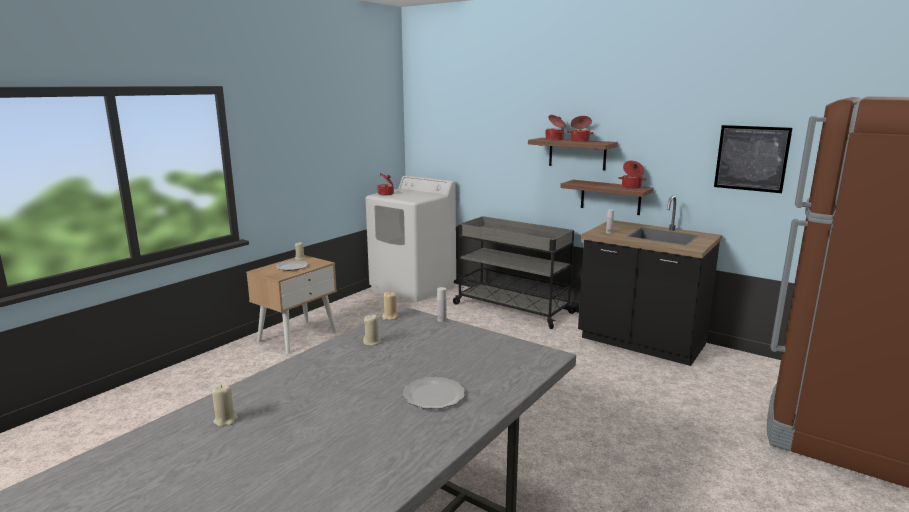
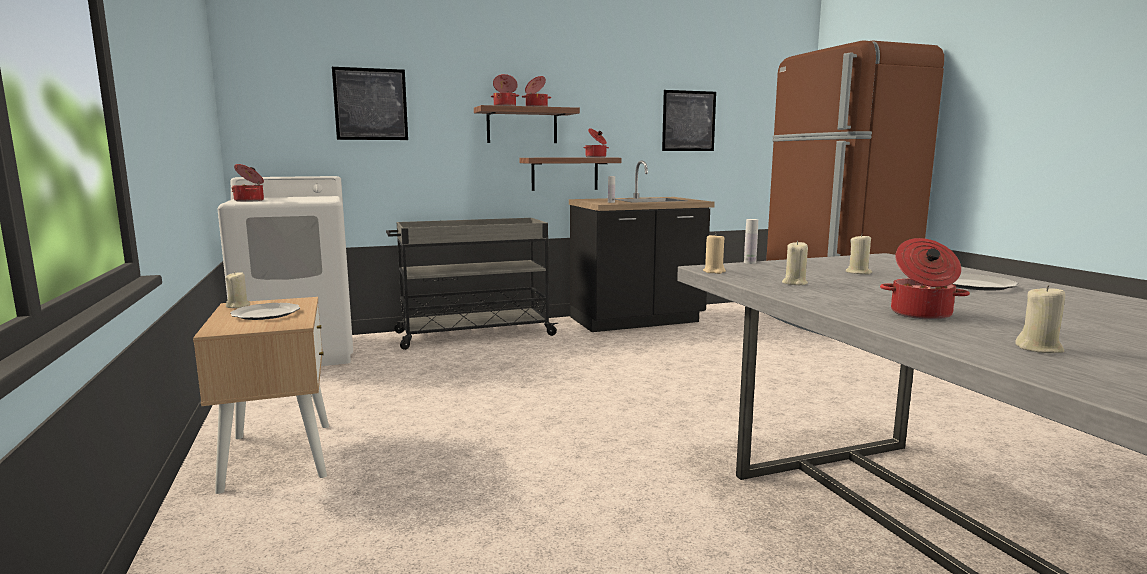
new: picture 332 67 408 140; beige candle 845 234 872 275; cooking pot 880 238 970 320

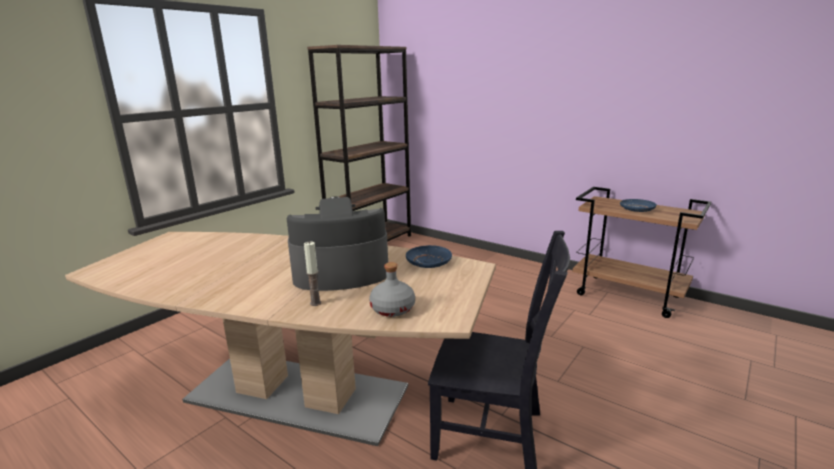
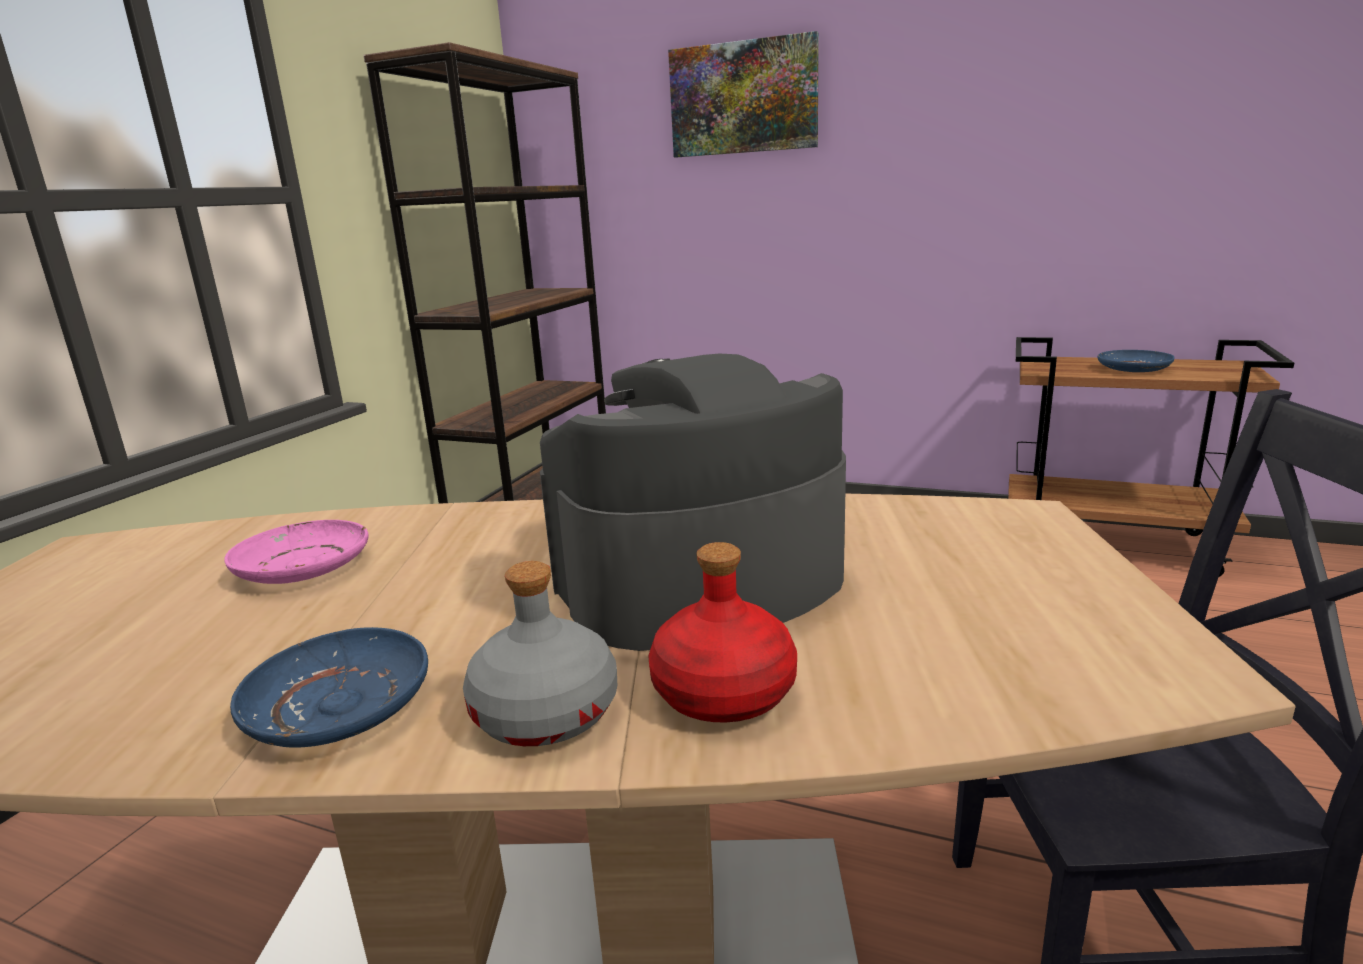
new: pink plate 224 520 369 584; picture 668 31 819 157
shifted: grey bottle 369 262 415 317 to 463 561 617 746; blue plate 406 245 452 268 to 230 627 428 748
swapped: candle 304 241 321 306 to red bottle 649 542 797 723

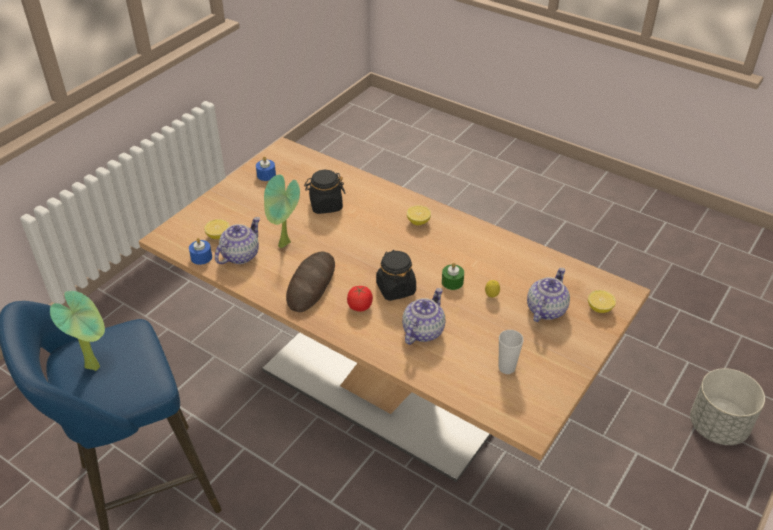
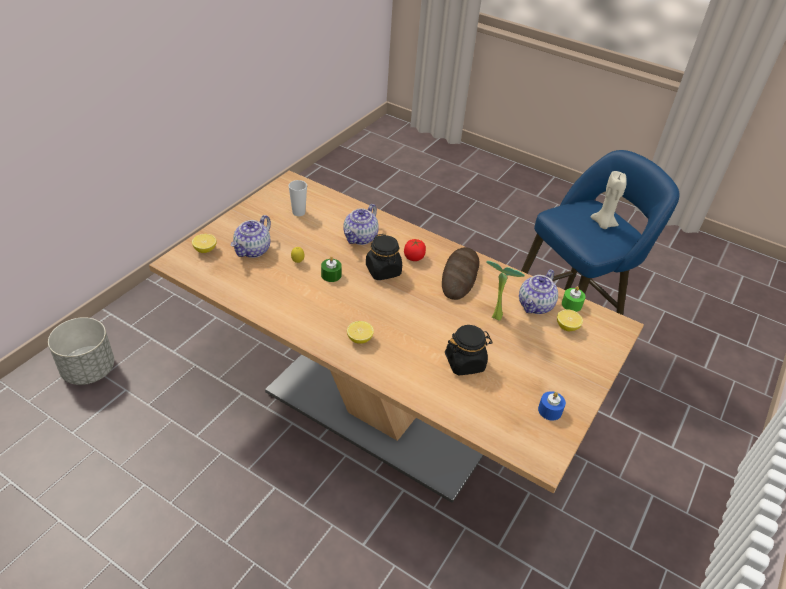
swapped: potted plant 50 291 105 371 to beige candle 591 171 626 229
repainted: blue candle 189 238 212 265 to green candle 562 286 586 312

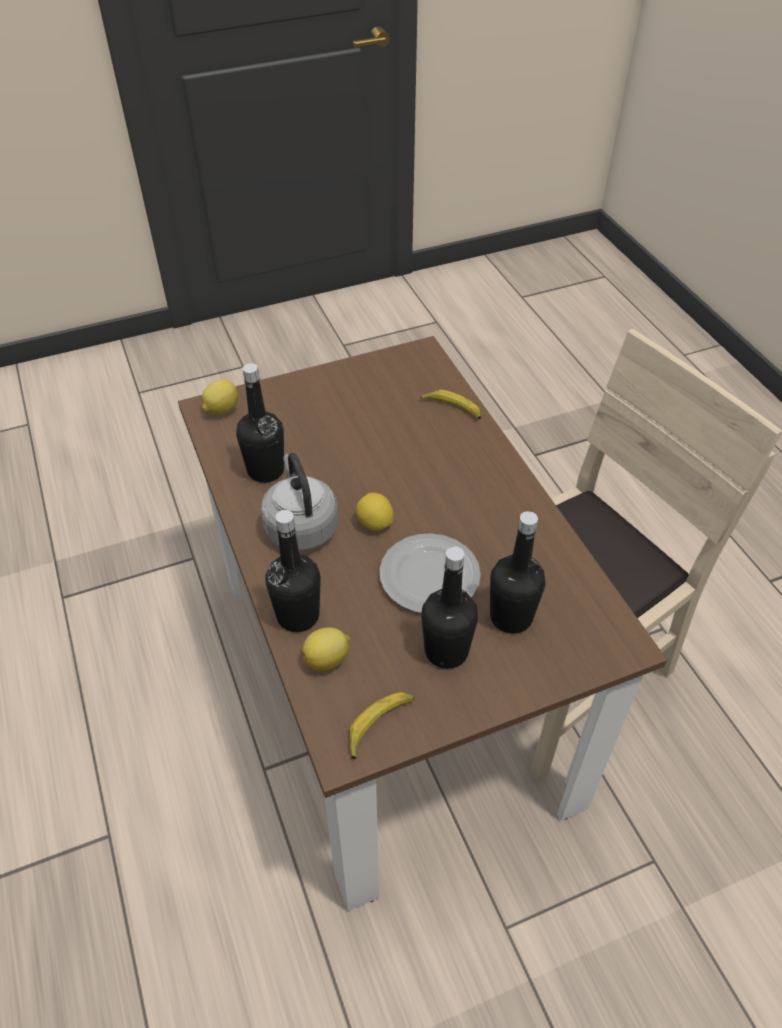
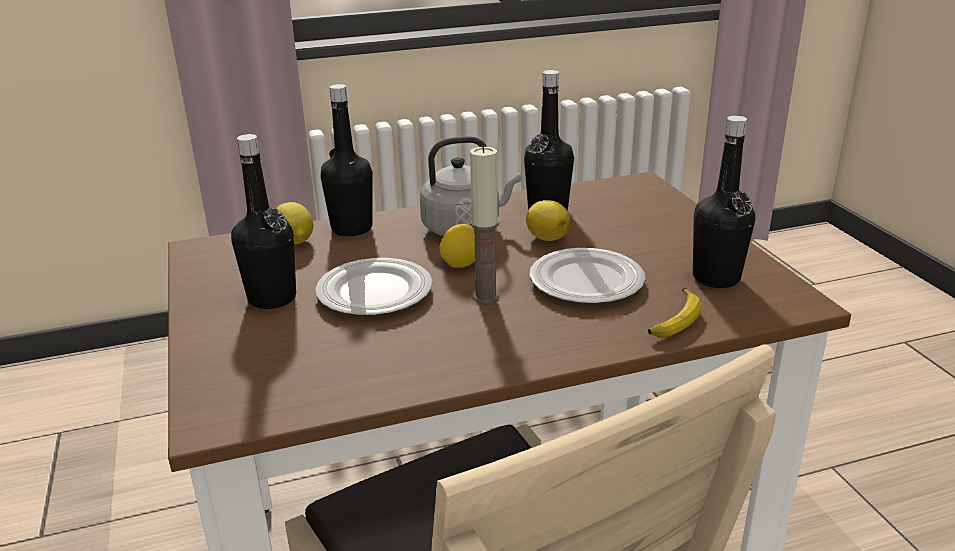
gone: banana 350 692 414 759
new: candle 470 146 499 304; plate 529 248 646 304
shifted: lemon 202 379 238 415 to 526 200 570 241; black bottle 490 511 545 634 to 693 116 755 288

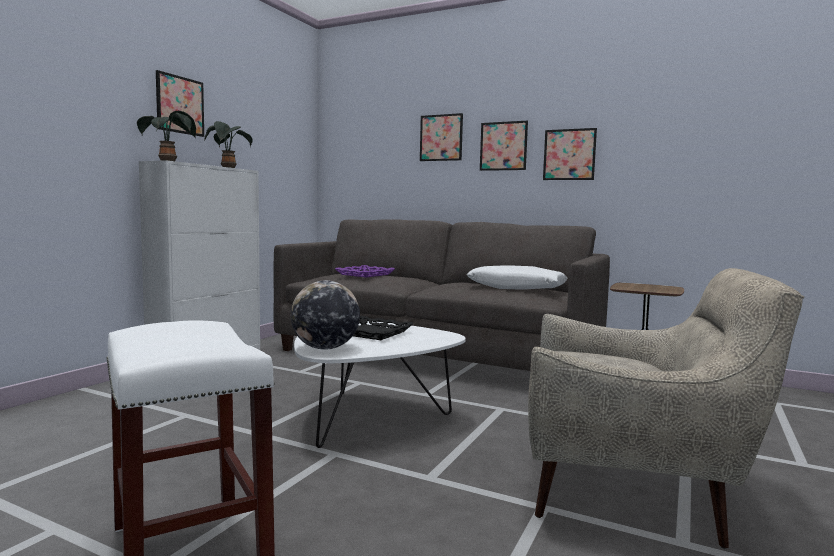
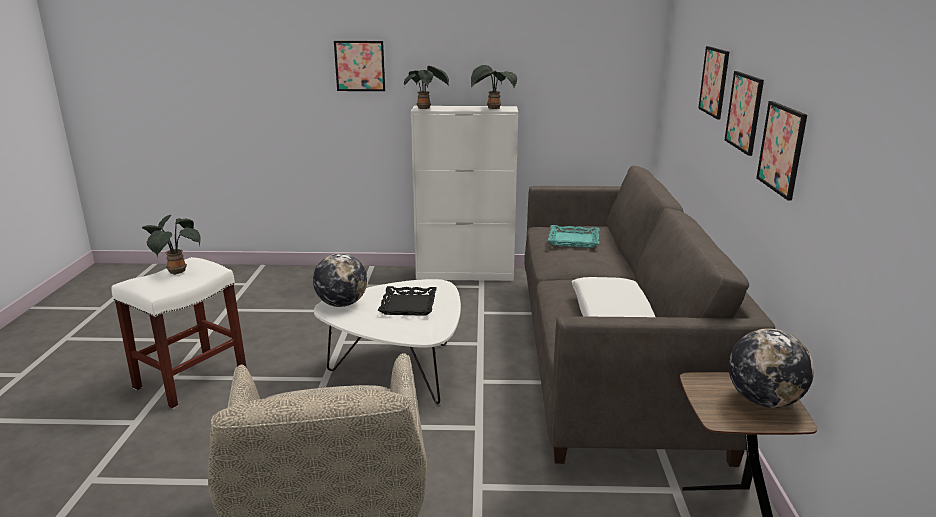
new: potted plant 142 215 201 275; globe 729 328 814 408
shifted: picture 156 70 204 137 to 334 41 385 91
repainted: purple tray 335 265 395 277 to turquoise tray 547 225 599 248

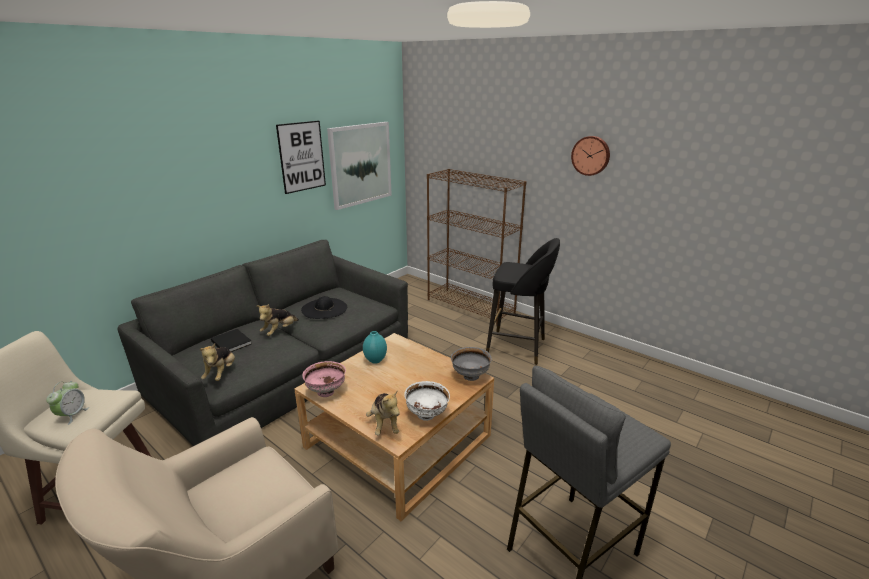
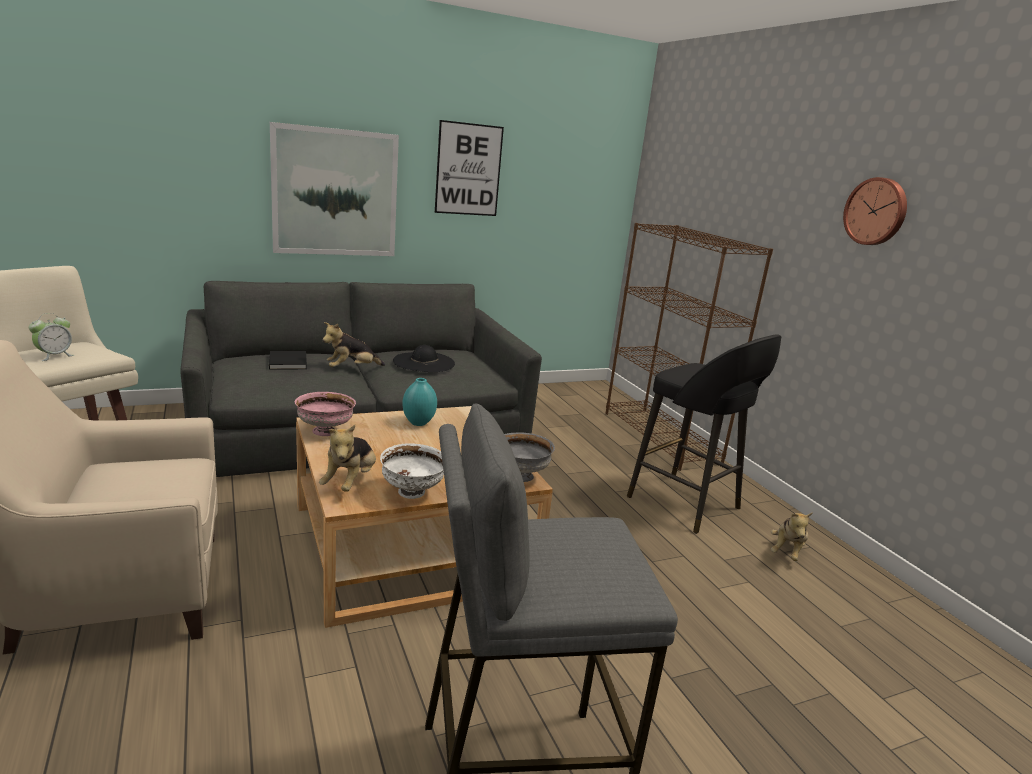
shifted: plush toy 199 343 235 381 to 771 512 813 561; picture 327 122 392 210 to 270 122 399 256

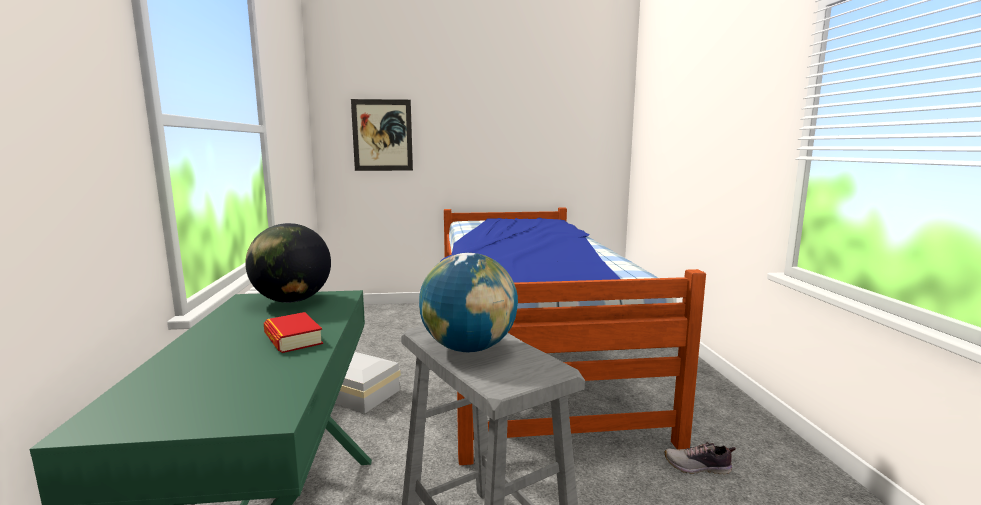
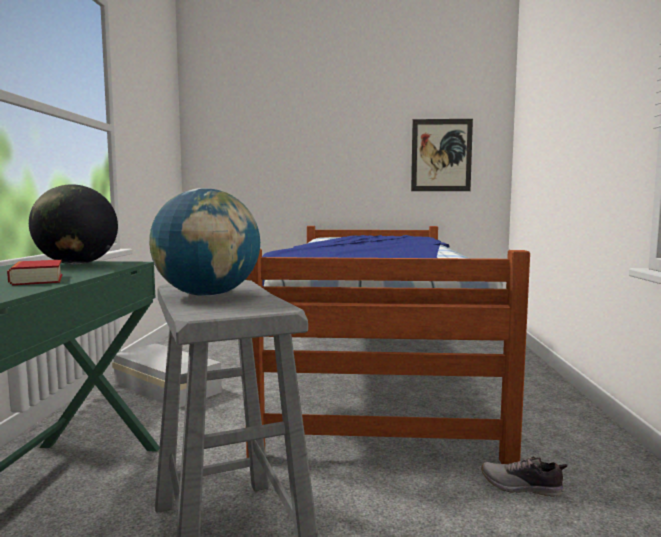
shifted: picture 351 99 413 171 to 411 119 473 191

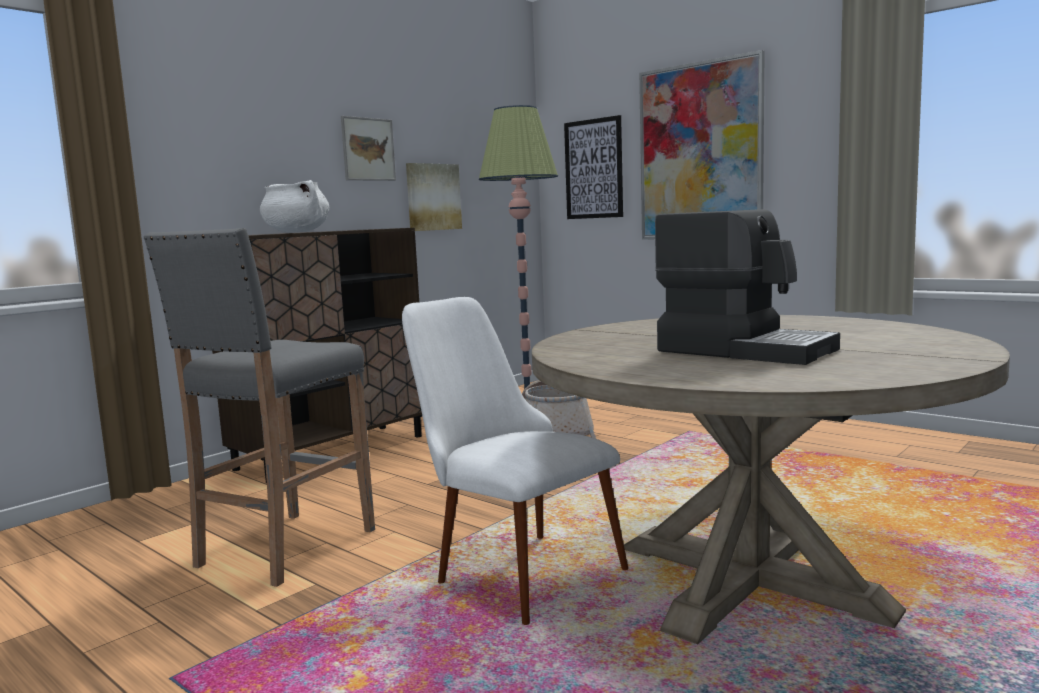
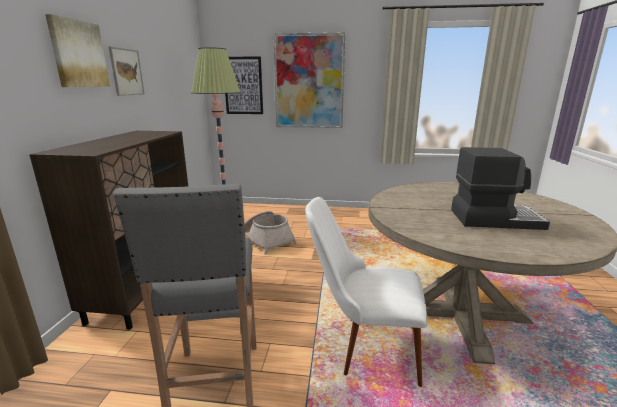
gone: white cooking pot 260 180 329 233
shifted: picture 406 163 462 231 to 45 14 110 87

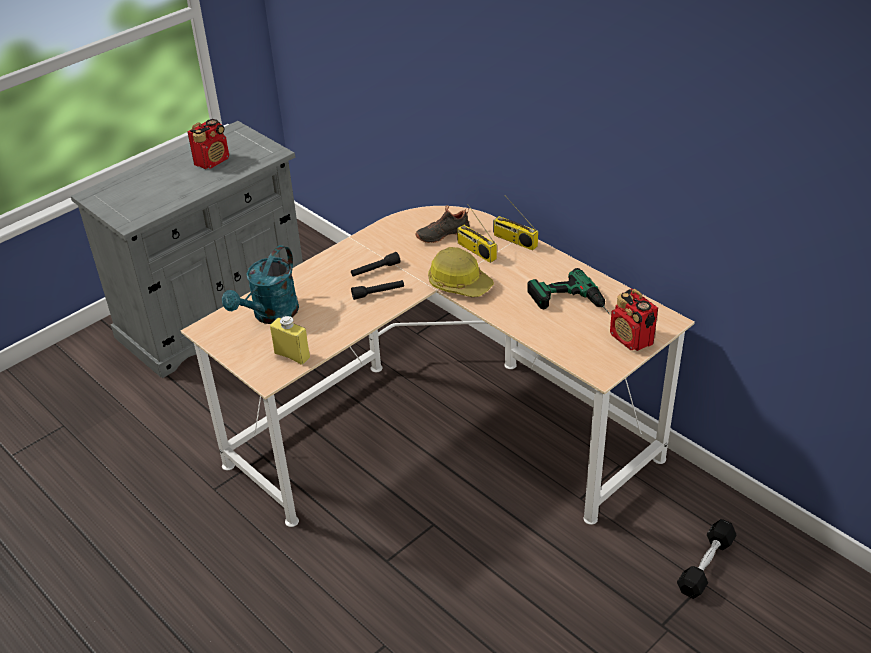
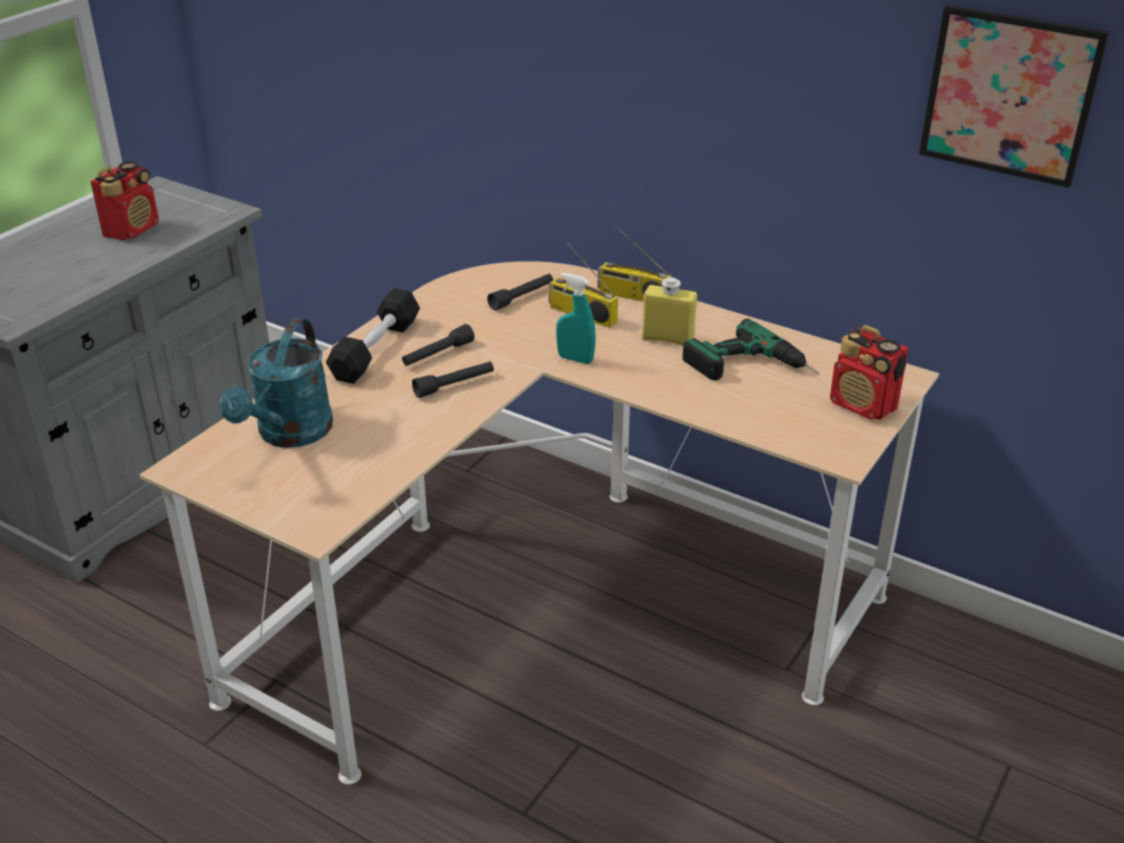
new: picture 919 5 1109 188
shifted: yellow bottle 270 316 310 365 to 642 277 697 346; black dumbbell 677 519 737 599 to 326 288 420 384
swapped: black shoe 415 205 470 243 to black flashlight 487 274 553 311; hard hat 428 247 494 297 to turquoise spray bottle 556 273 596 364

